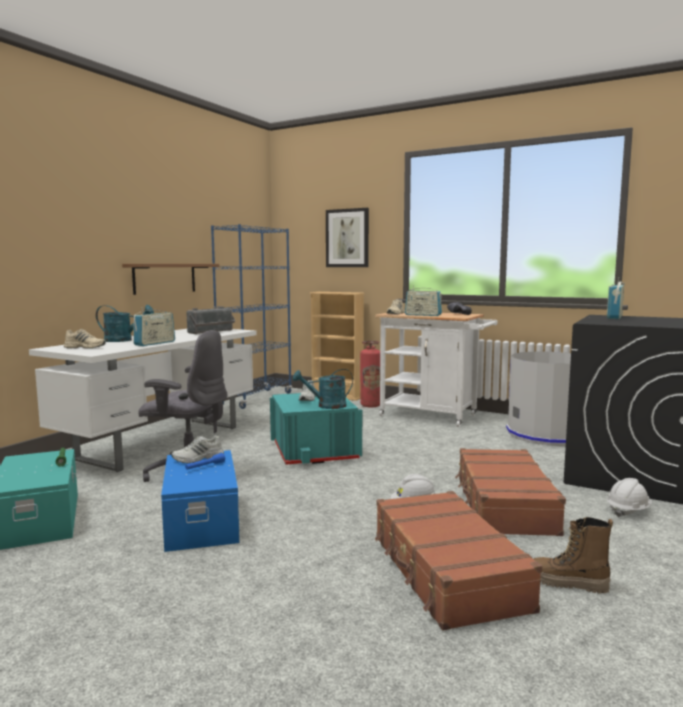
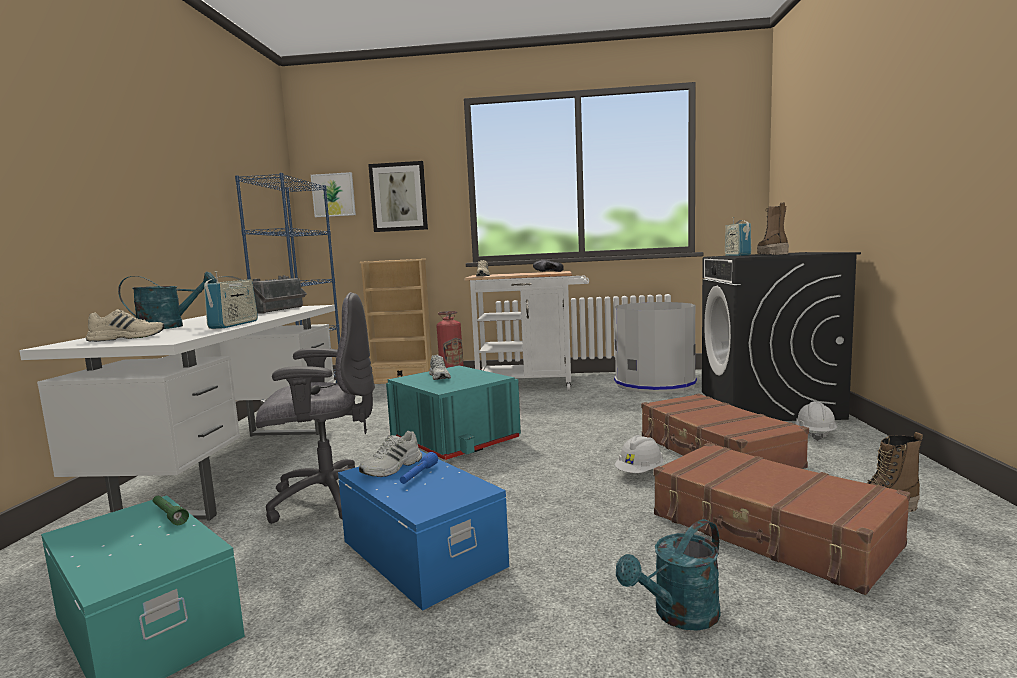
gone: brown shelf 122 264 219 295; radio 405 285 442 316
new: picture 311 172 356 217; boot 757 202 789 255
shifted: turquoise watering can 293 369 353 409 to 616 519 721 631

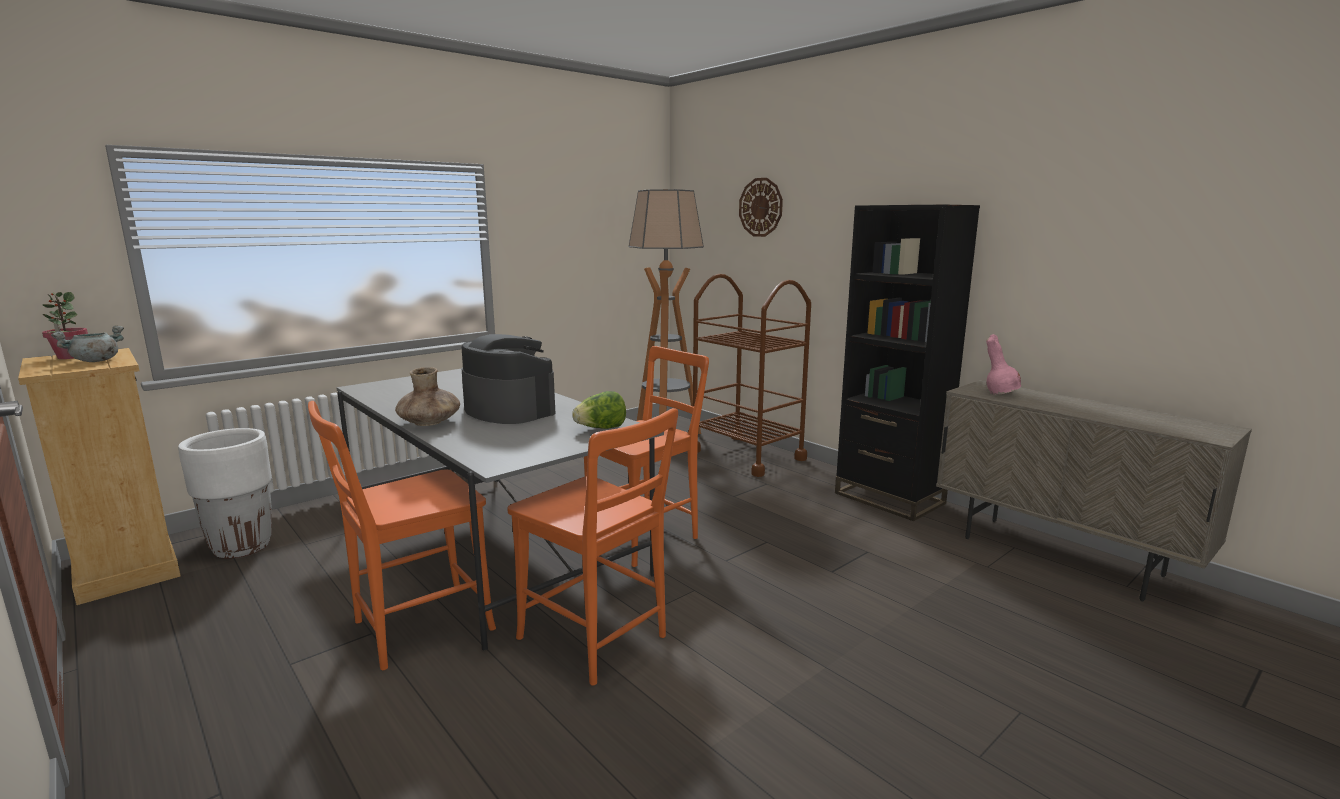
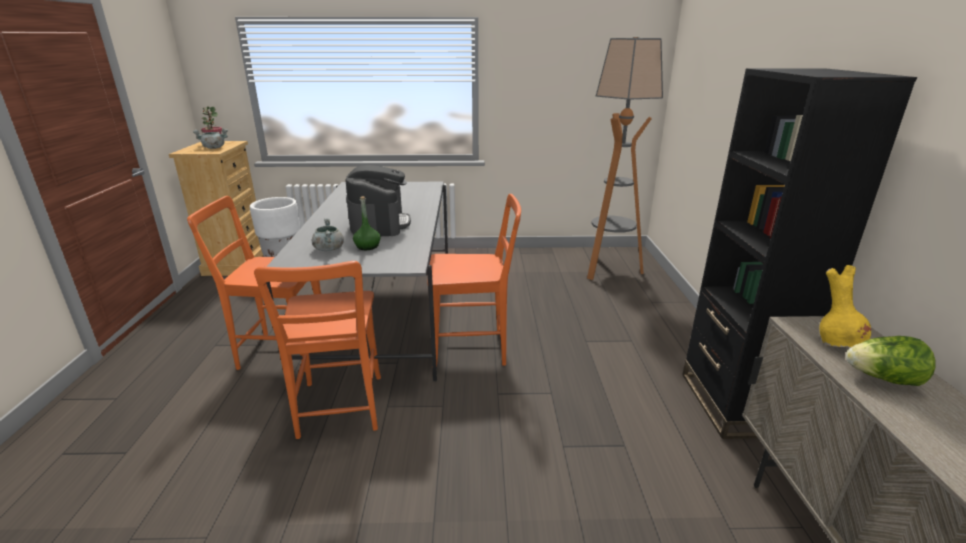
gone: brown vase 395 367 460 426; brown cart 693 274 811 477; wall clock 739 178 783 237
new: grey cooking pot 312 218 344 251; green bottle 353 196 381 250
shifted: lettuce 572 391 626 429 to 846 336 935 386
repainted: pink vase 986 334 1021 395 to yellow vase 819 265 871 347

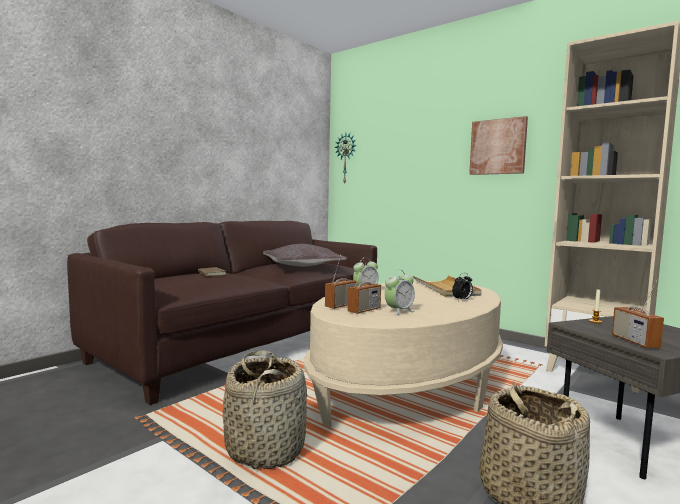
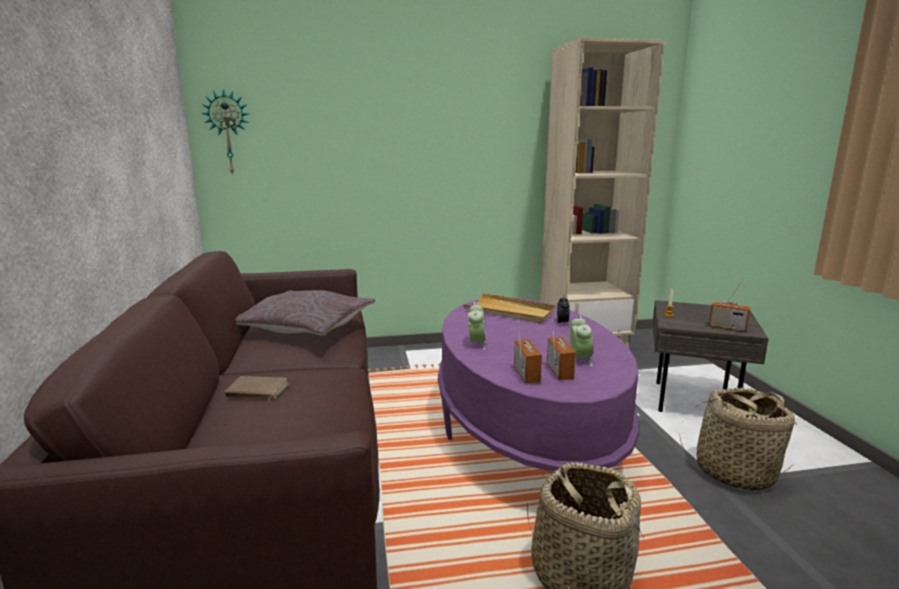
gone: picture 469 116 528 175
repainted: beige coffee table 304 281 503 428 to purple coffee table 438 298 639 472

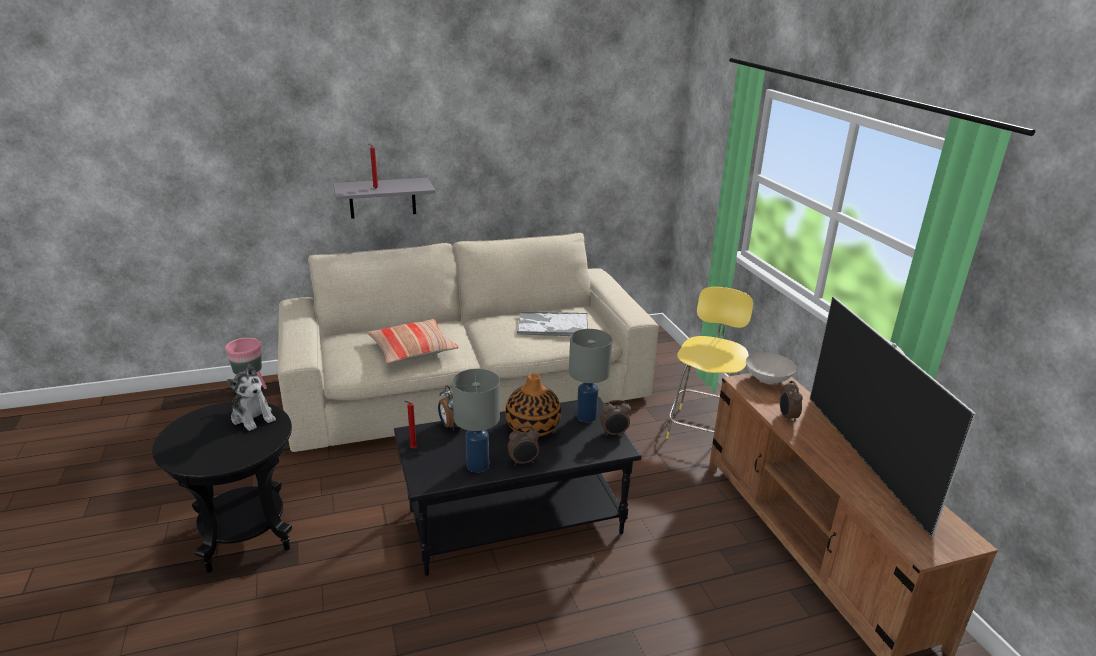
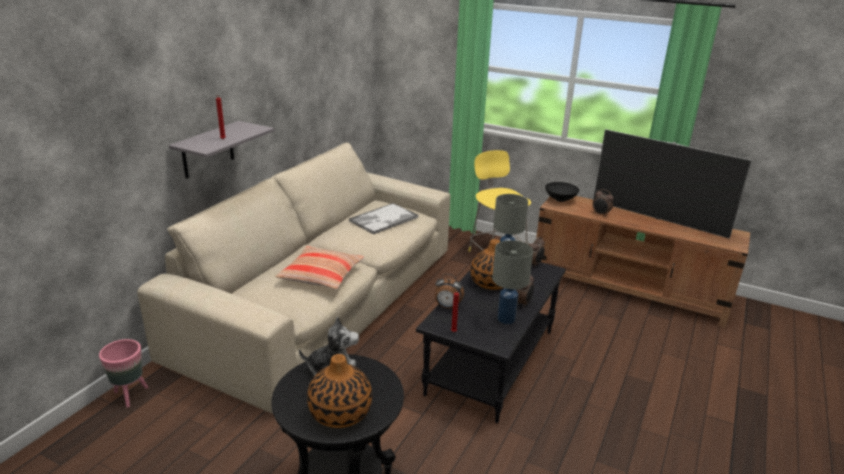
new: vase 307 354 372 428
repainted: white bowl 746 352 796 384 to black bowl 545 182 579 202

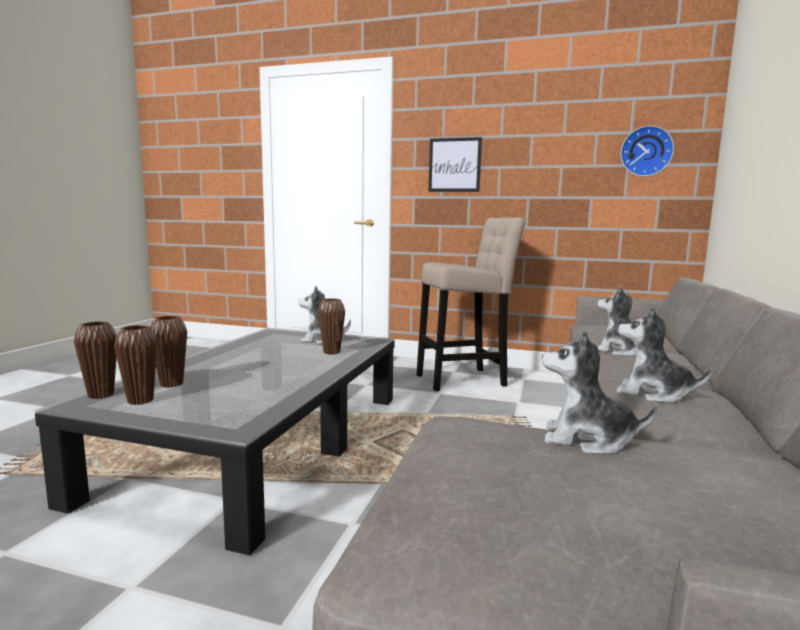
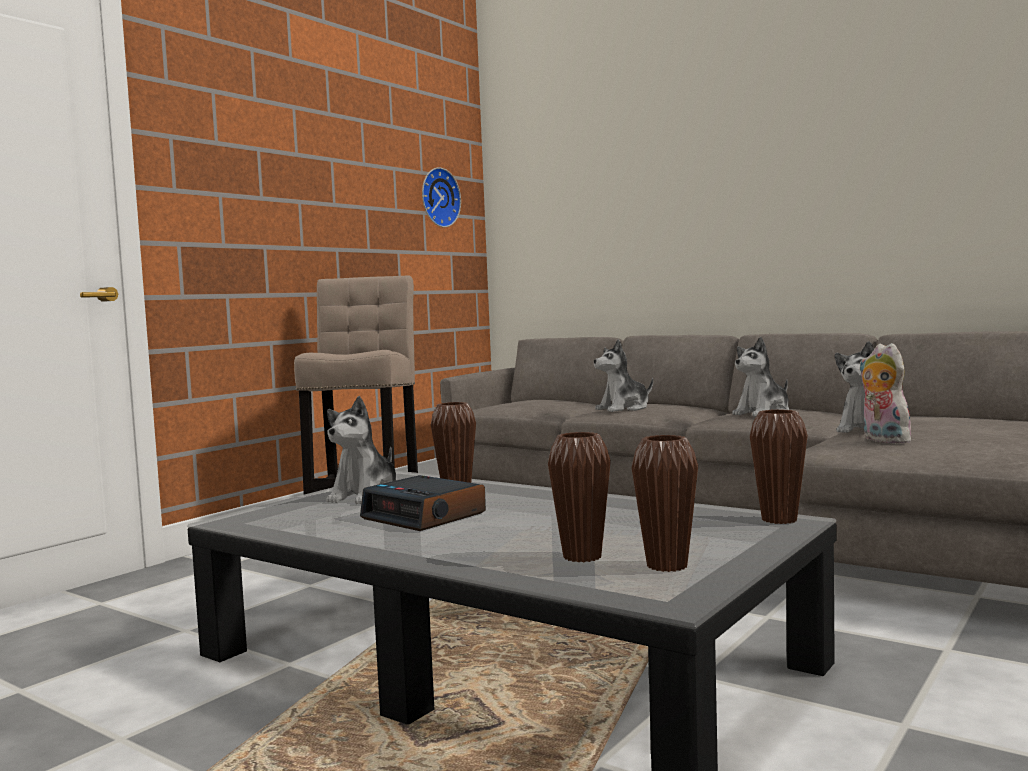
gone: picture 429 137 482 192
new: alarm clock 360 475 486 531; plush toy 859 343 913 444
shifted: brown vase 74 322 116 399 to 750 409 808 524

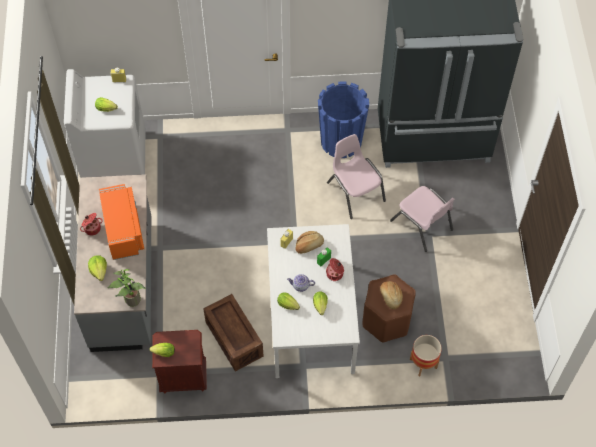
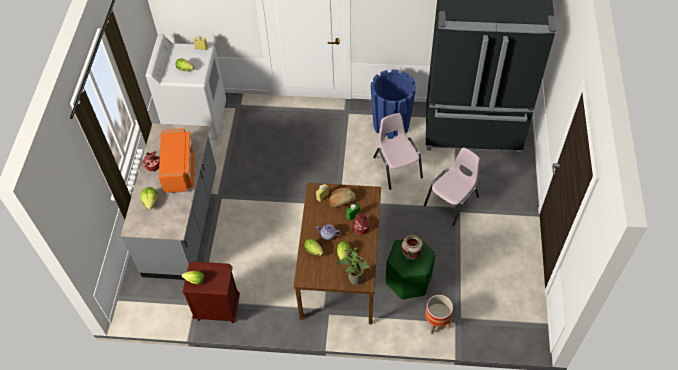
gone: crate 203 294 263 372
shifted: potted plant 107 269 145 307 to 336 248 372 285
swapped: bread 380 281 403 309 to vase 401 235 423 260
repainted: white dining table 267 224 360 378 to brown dining table 294 183 381 324; brown stool 362 274 416 342 to green stool 386 238 435 299
rotated: pink chair 390 186 455 252 = 424 147 480 226 105 degrees counterclockwise

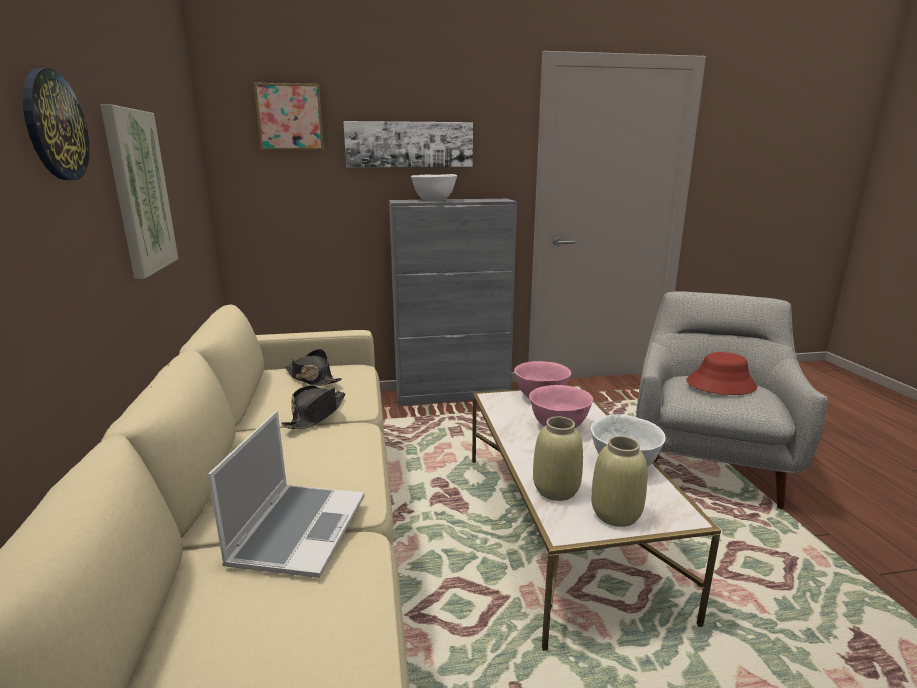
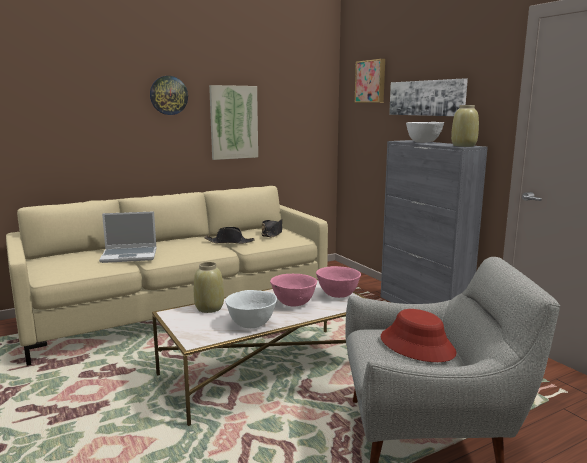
shifted: beige vase 591 436 647 527 to 451 105 479 147

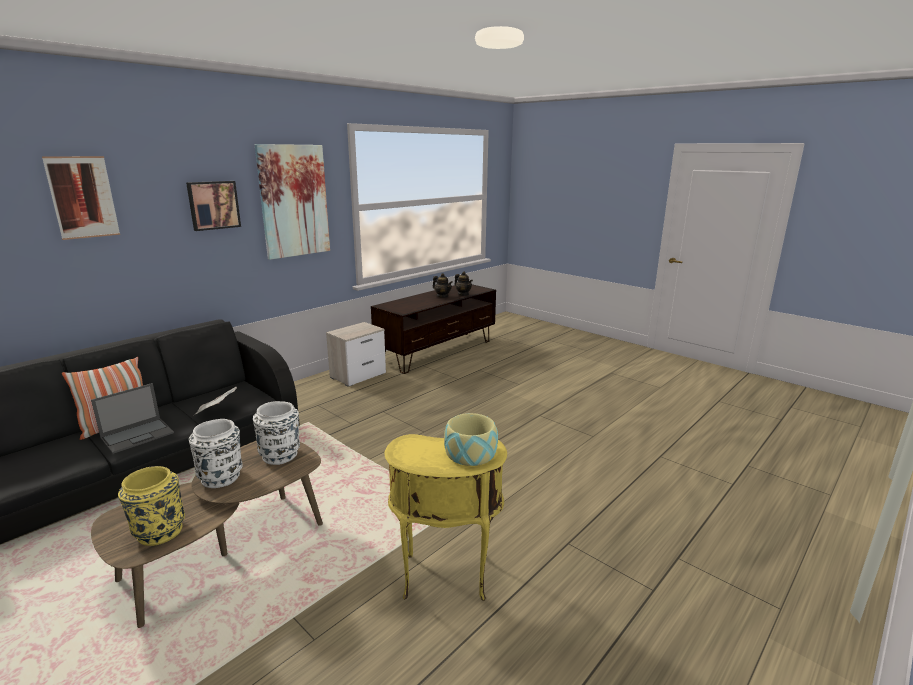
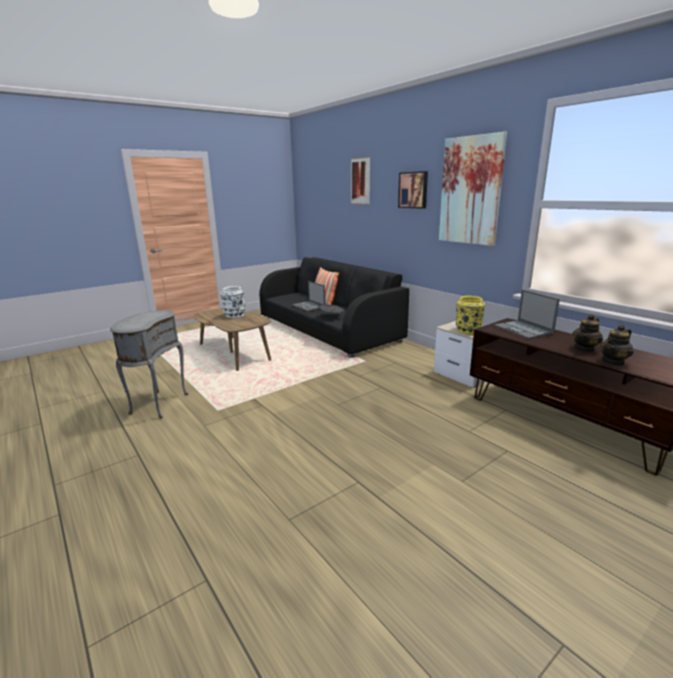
gone: white vase 253 401 300 465; bowl 444 413 498 466
new: laptop 494 289 560 339
shifted: yellow vase 118 466 185 546 to 456 296 485 334
repainted: yellow side table 384 434 507 601 to grey side table 110 310 188 419

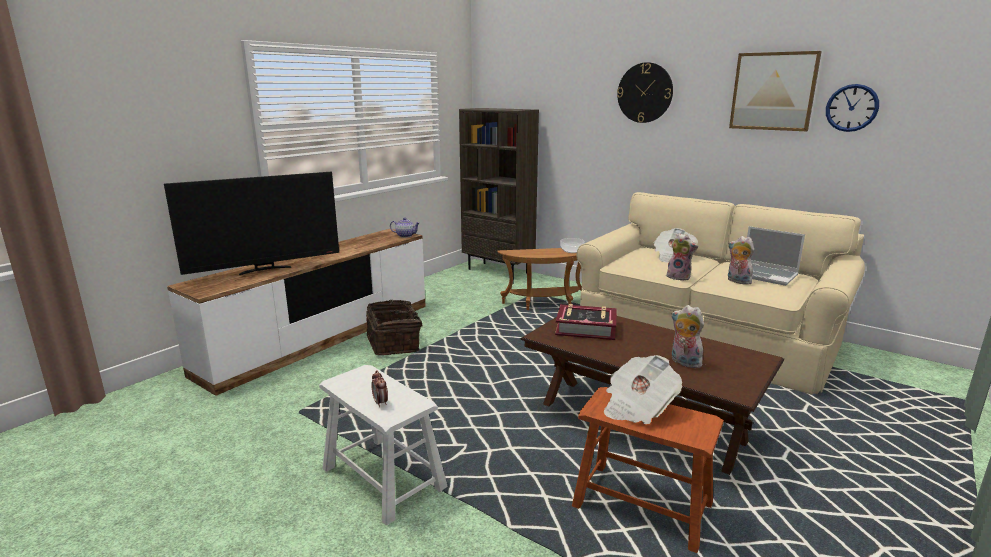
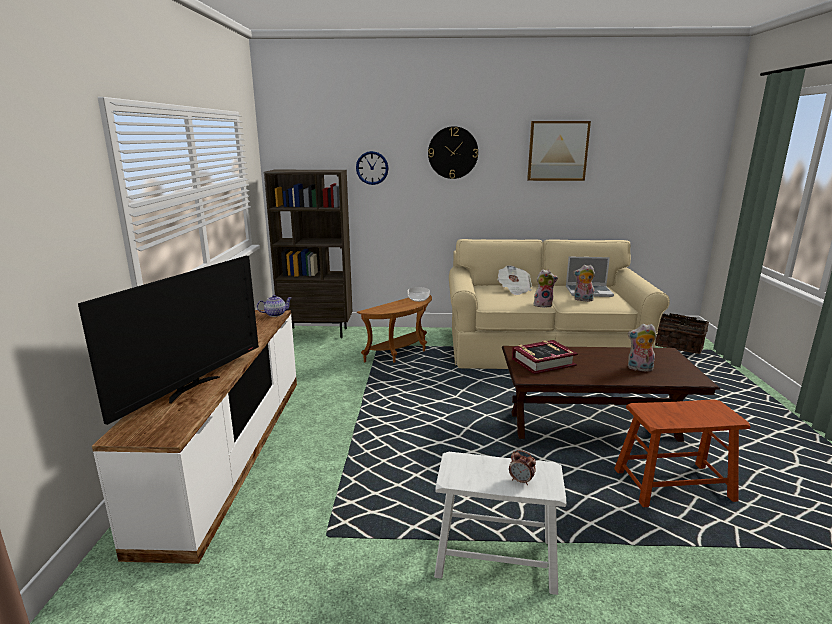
gone: newspaper 604 355 682 424
shifted: basket 366 300 424 355 to 655 313 709 354; wall clock 826 84 879 132 to 356 151 389 185

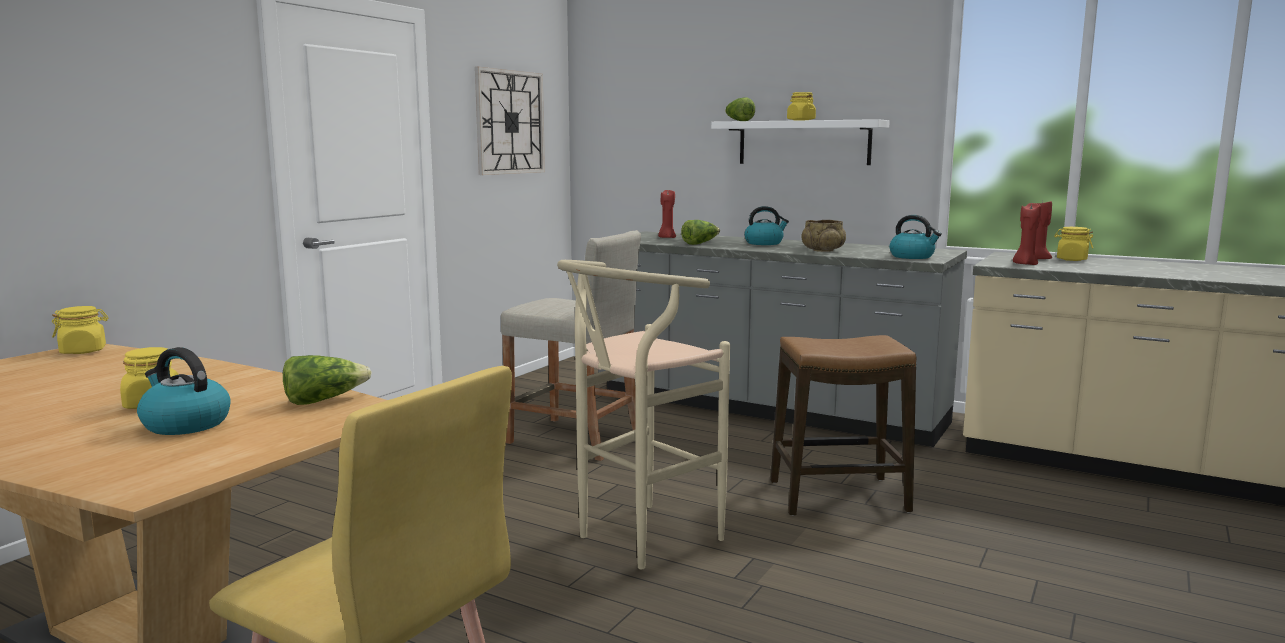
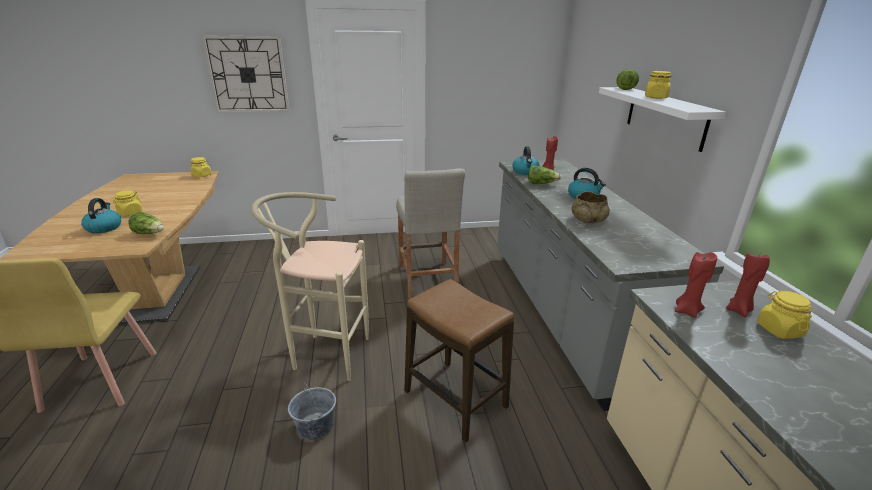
new: grey bucket 288 382 336 440
shifted: wall clock 475 67 545 175 to 202 35 290 113; kettle 889 215 942 259 to 513 146 540 175

